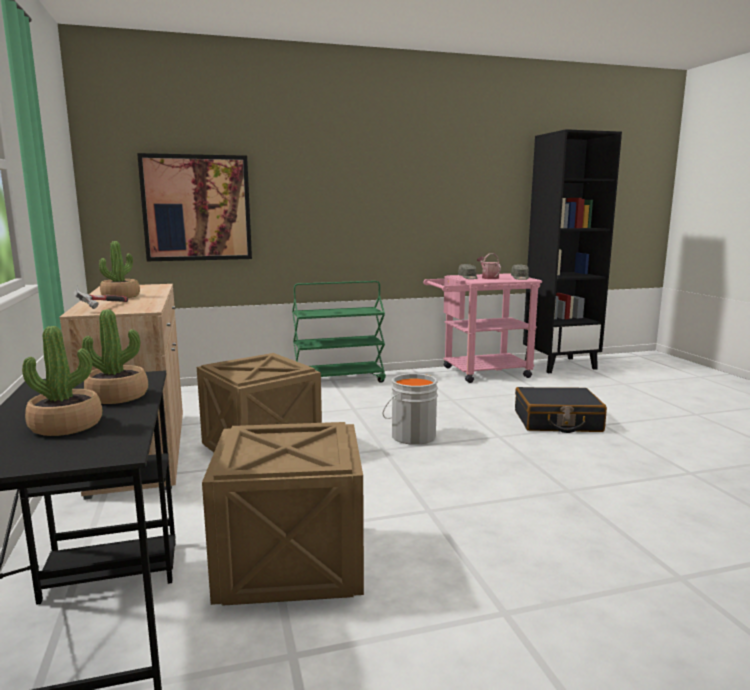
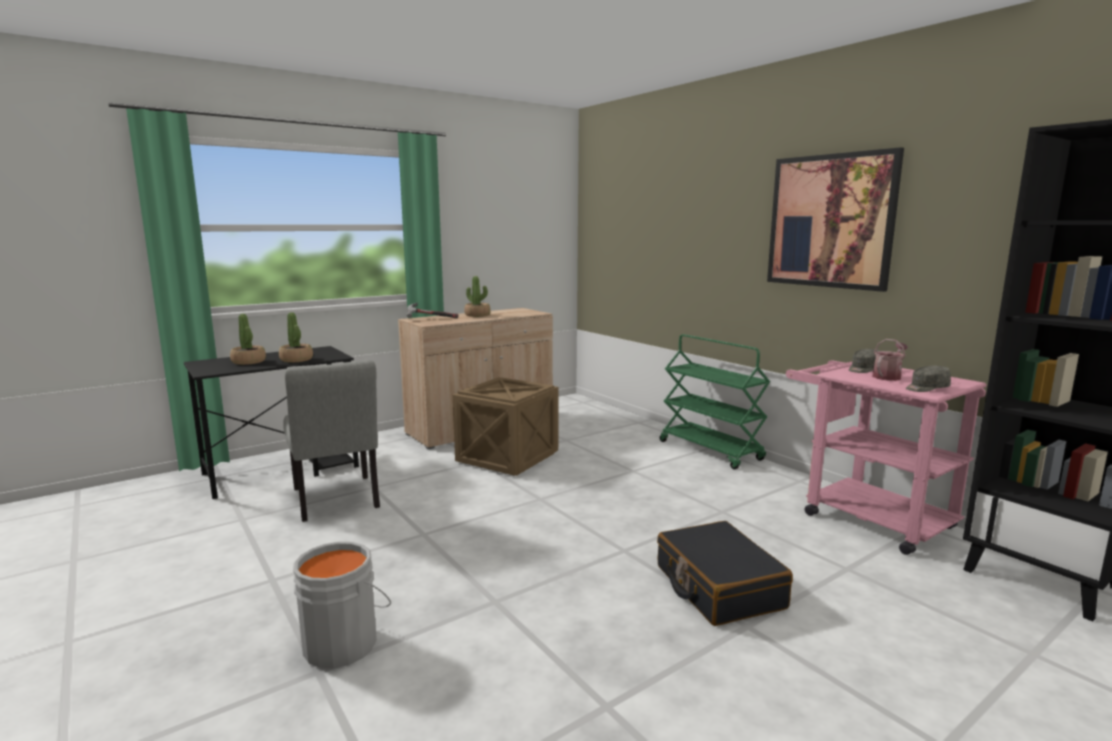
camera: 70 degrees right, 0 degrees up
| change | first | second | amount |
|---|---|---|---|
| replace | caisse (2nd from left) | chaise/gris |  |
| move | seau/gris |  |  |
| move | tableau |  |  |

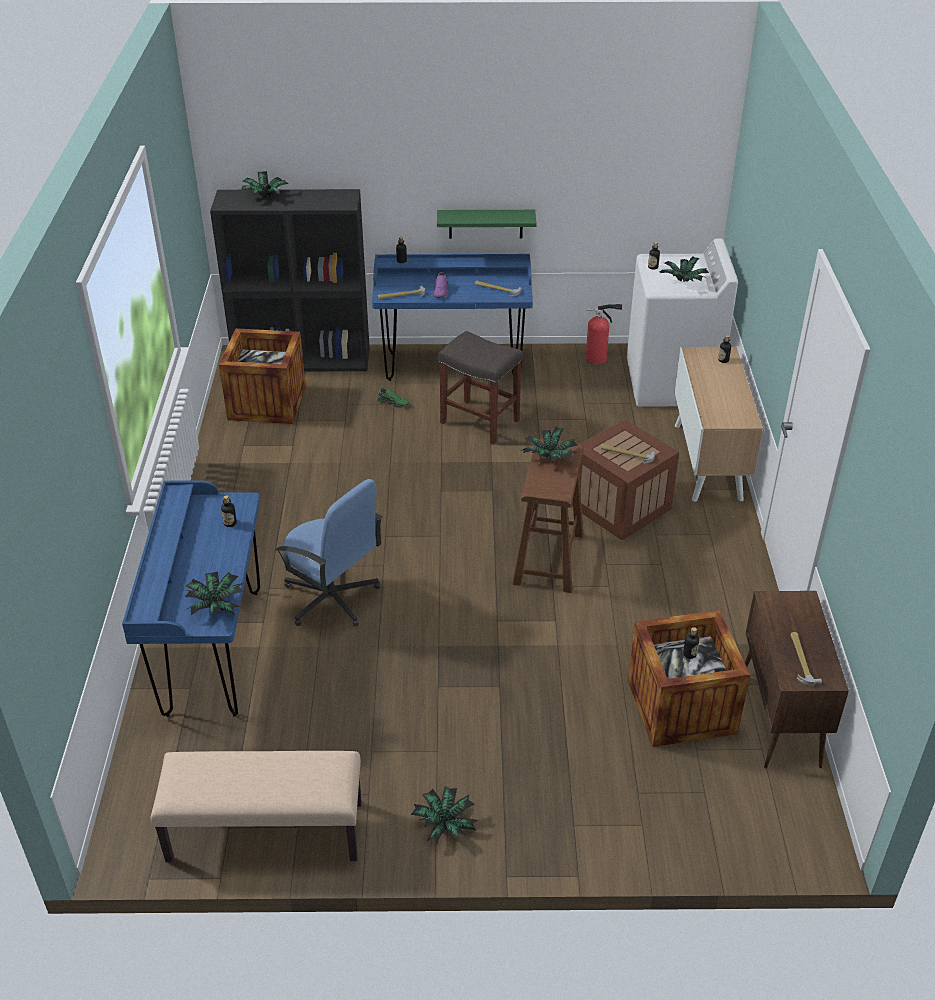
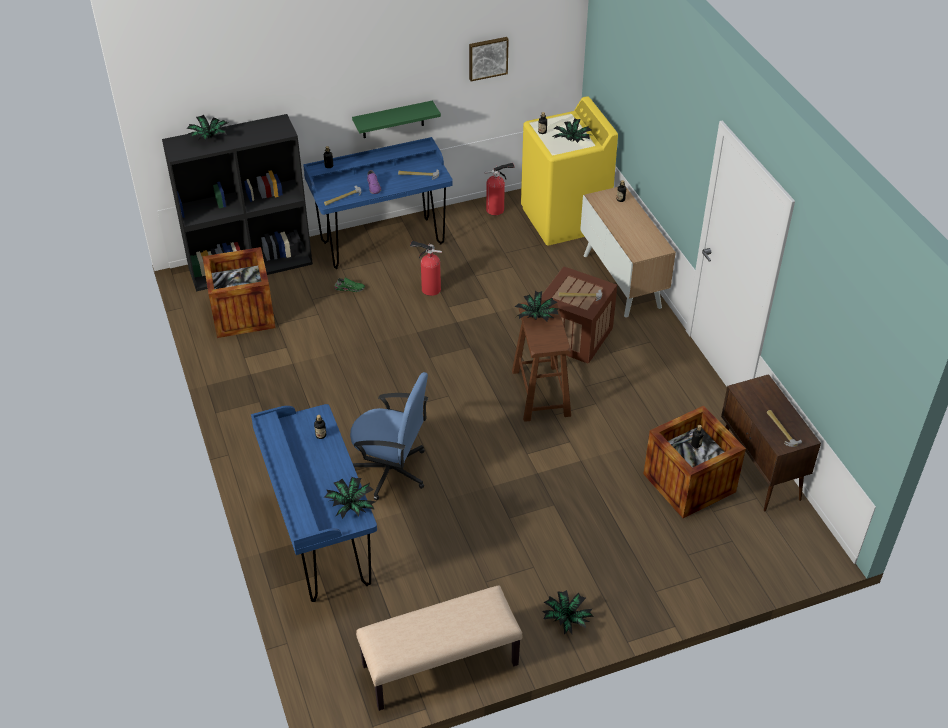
camera: 20 degrees left, 5 degrees up
| change | first | second | amount |
|---|---|---|---|
| replace | tabouret/gris | extincteur (1st from left) |  |
| insert |  | tableau |  |
| recolor | lave-linge/blanc | lave-linge/jaune |  |

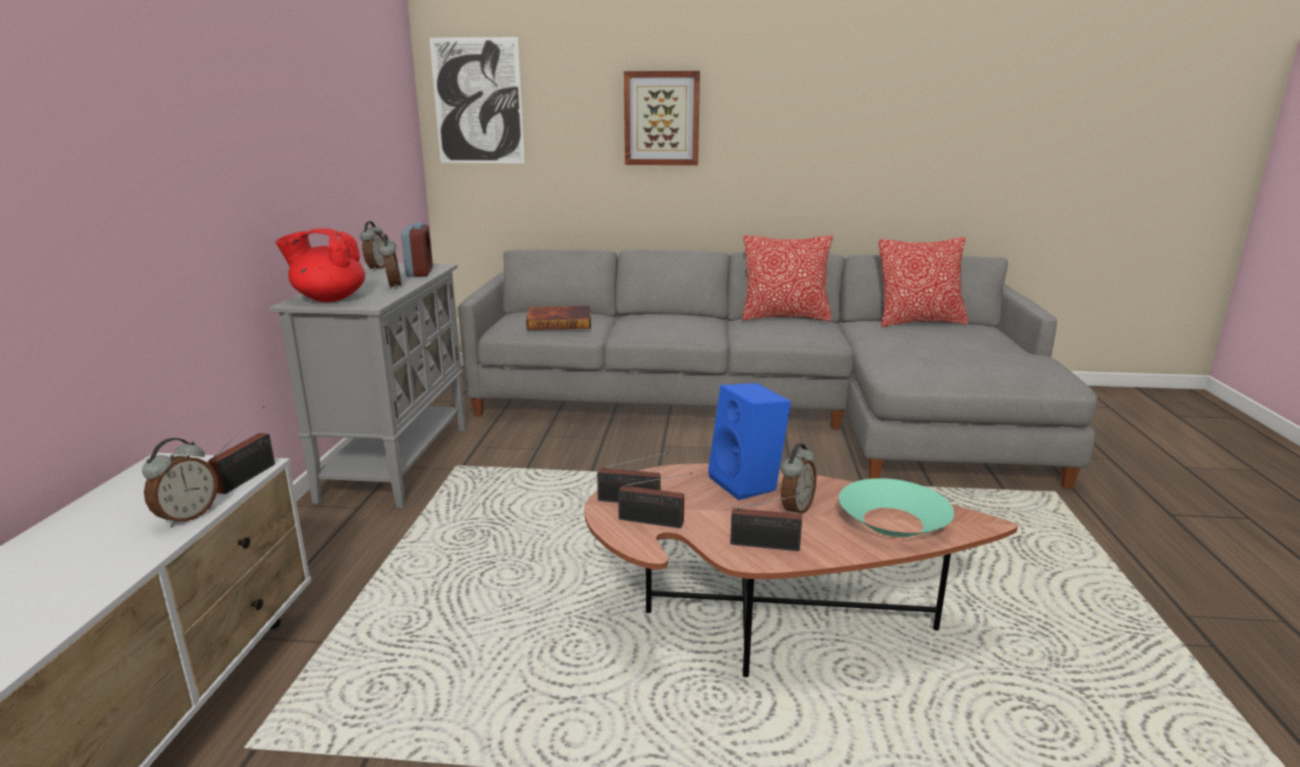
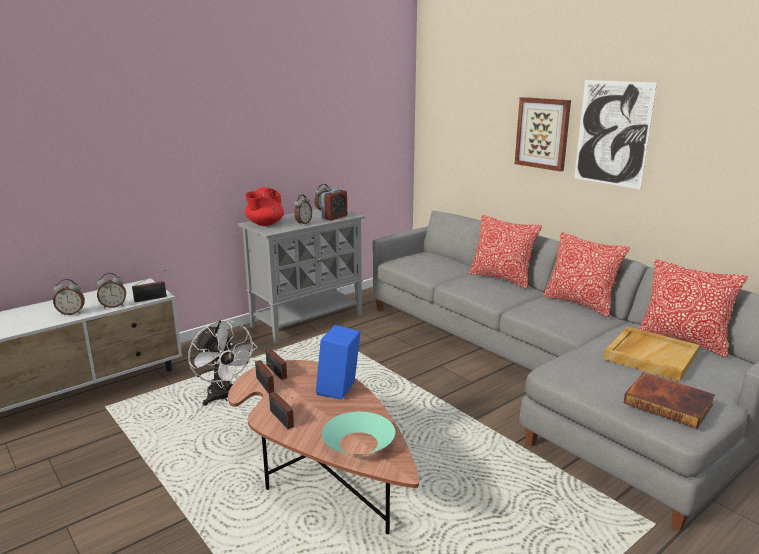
camera: 45 degrees right, 0 degrees up
| change | first | second | amount |
|---|---|---|---|
| move | réveil (5th from left in the first image) | réveil (1st from left) |  |
| insert |  | ventilateur/blanc |  |
| rotate | théière/rouge |  | 105 degrees counterclockwise |
| insert |  | coussin (1st from left) |  |
| move | tableau (1st from left in the first image) | tableau (2nd from left) |  |
| insert |  | plateau/beige |  |
| move | livre |  |  |

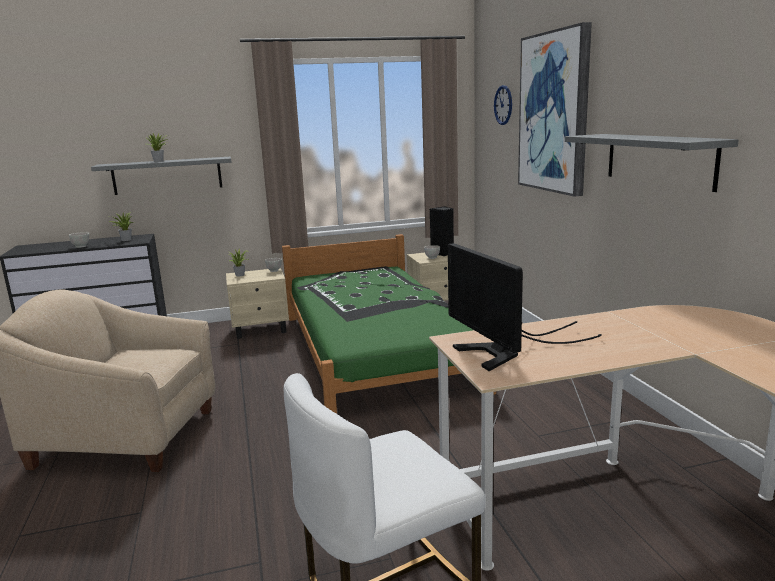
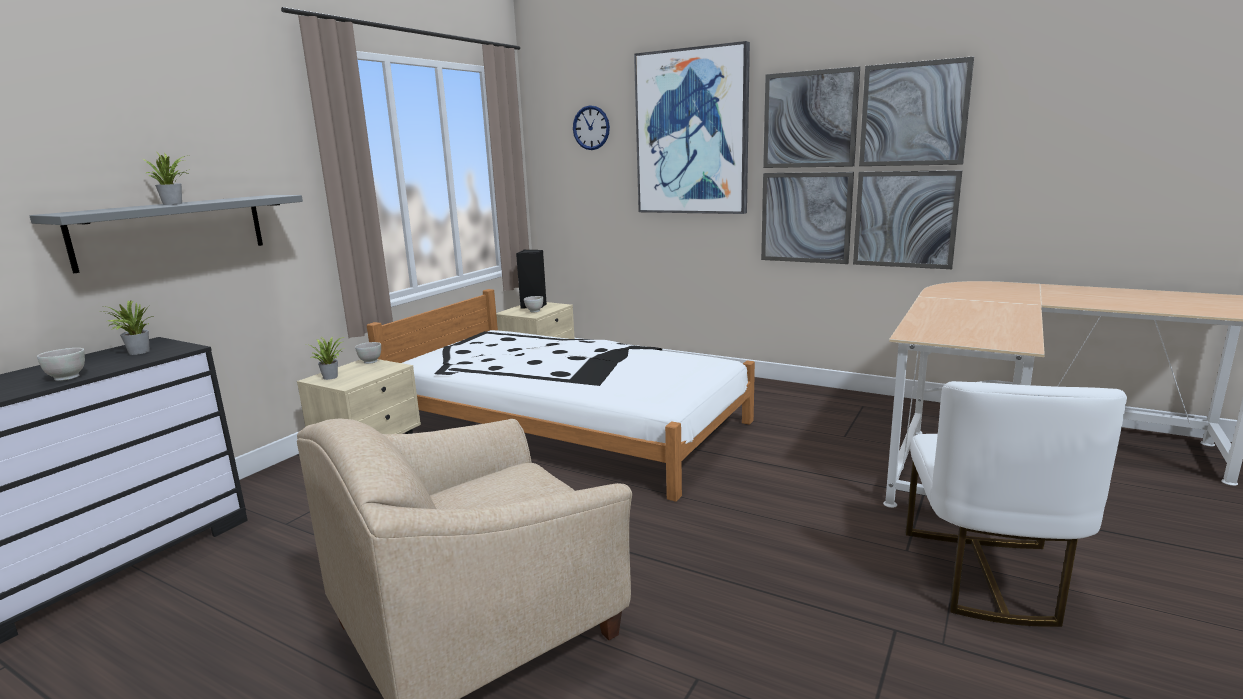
camera: 45 degrees left, 0 degrees up
| change | first | second | amount |
|---|---|---|---|
| recolor | lit/vert | lit/blanc |  |
| replace | étagère/gris (2nd from left) | tableau (2nd from left) |  |
| delete | écran d'ordinateur |  |  |

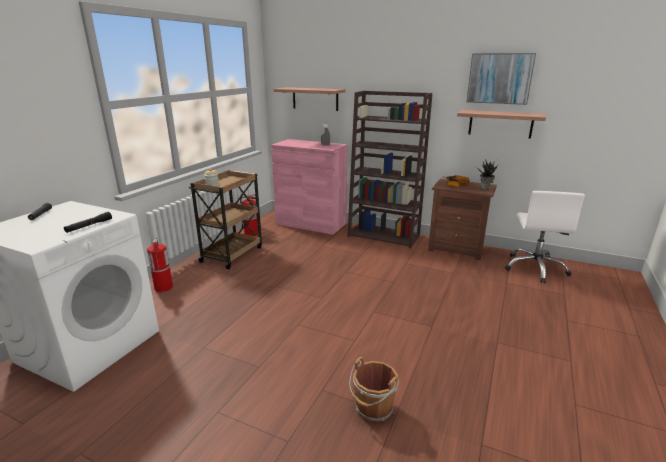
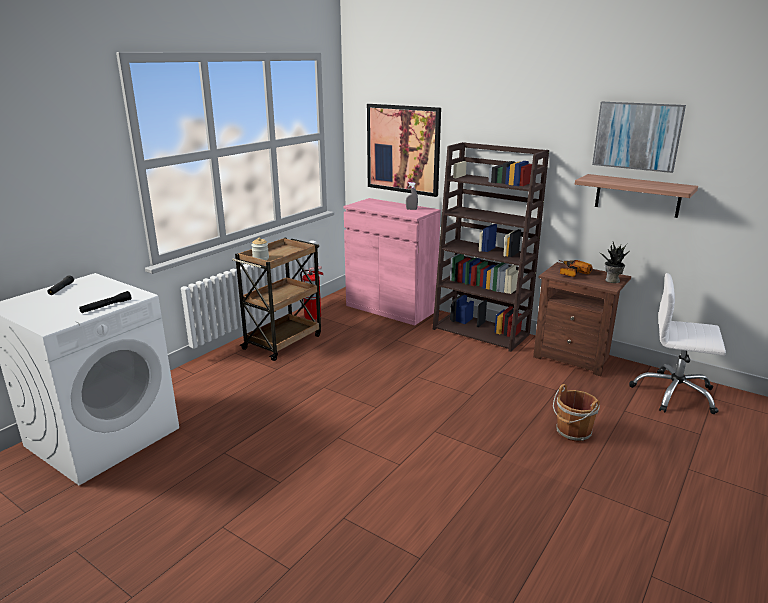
camera: 10 degrees right, 0 degrees up
| change | first | second | amount |
|---|---|---|---|
| replace | étagère (1st from left) | tableau (1st from left) |  |
| move | seau/marron |  |  |
| rotate | chaise de bureau/blanc |  | 90 degrees clockwise |
| delete | extincteur (1st from left) |  |  |

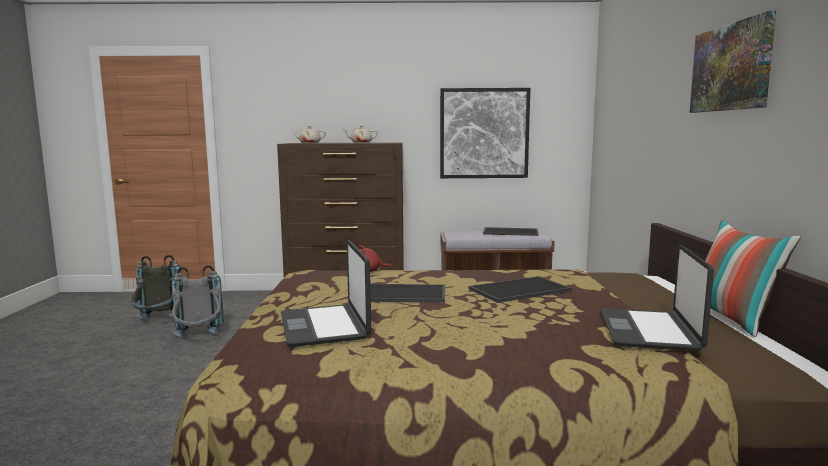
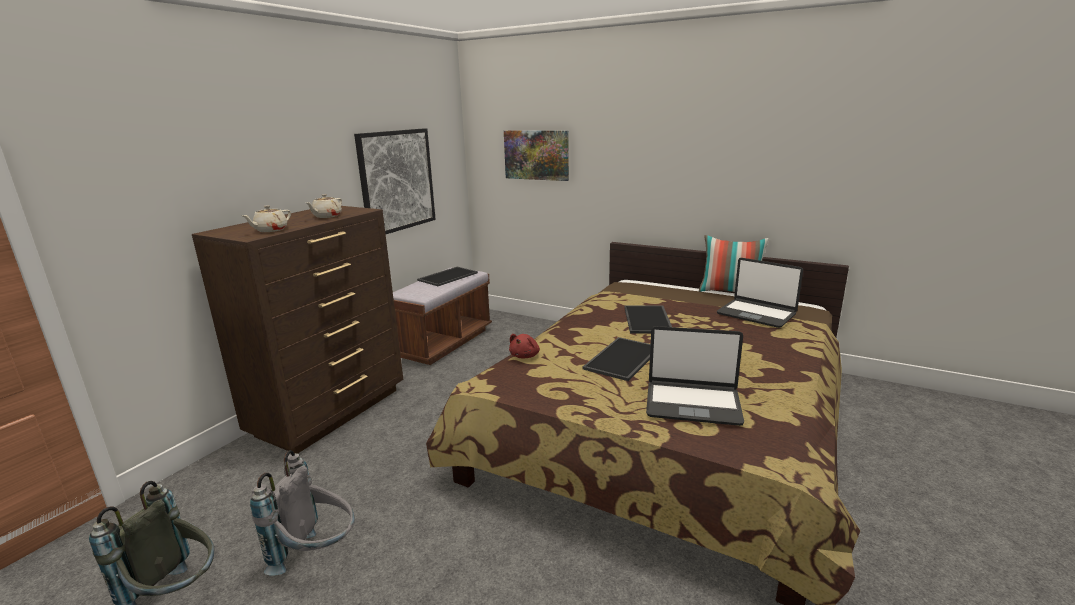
camera: 60 degrees left, 10 degrees up
| change | first | second | amount |
|---|---|---|---|
| move | tableau (2nd from left) |  |  |

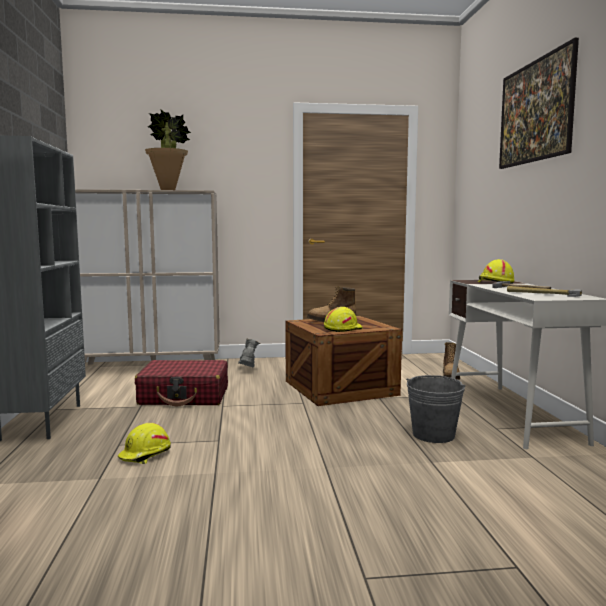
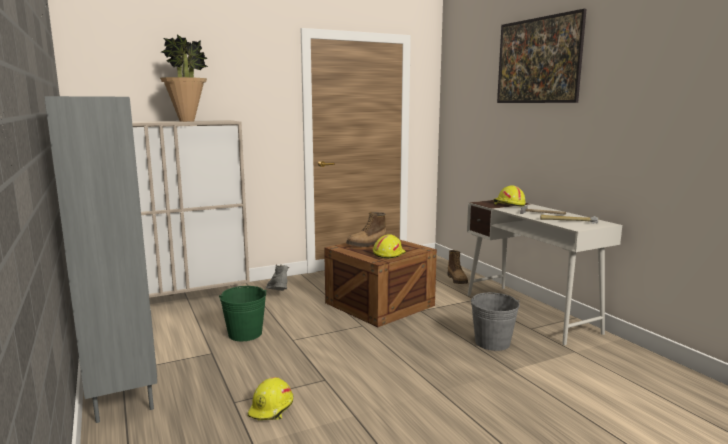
camera: 20 degrees left, 5 degrees up
| change | first | second | amount |
|---|---|---|---|
| replace | valise/rouge | seau/vert |  |

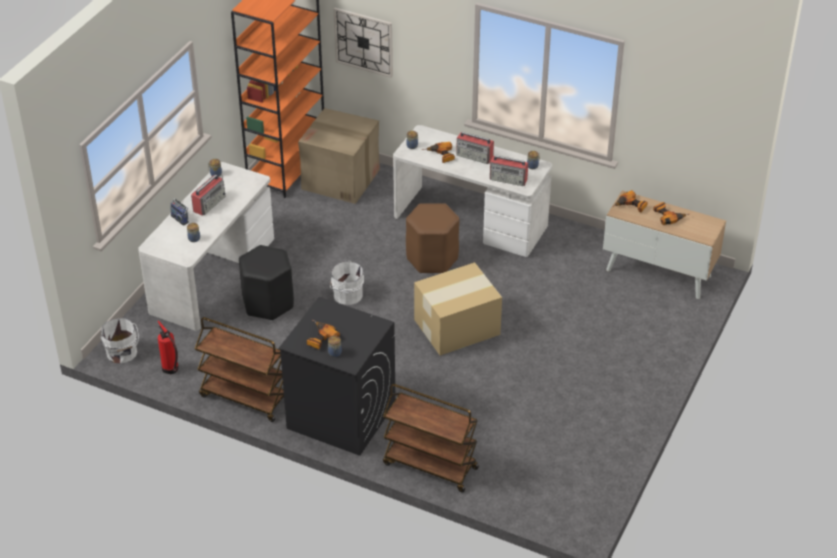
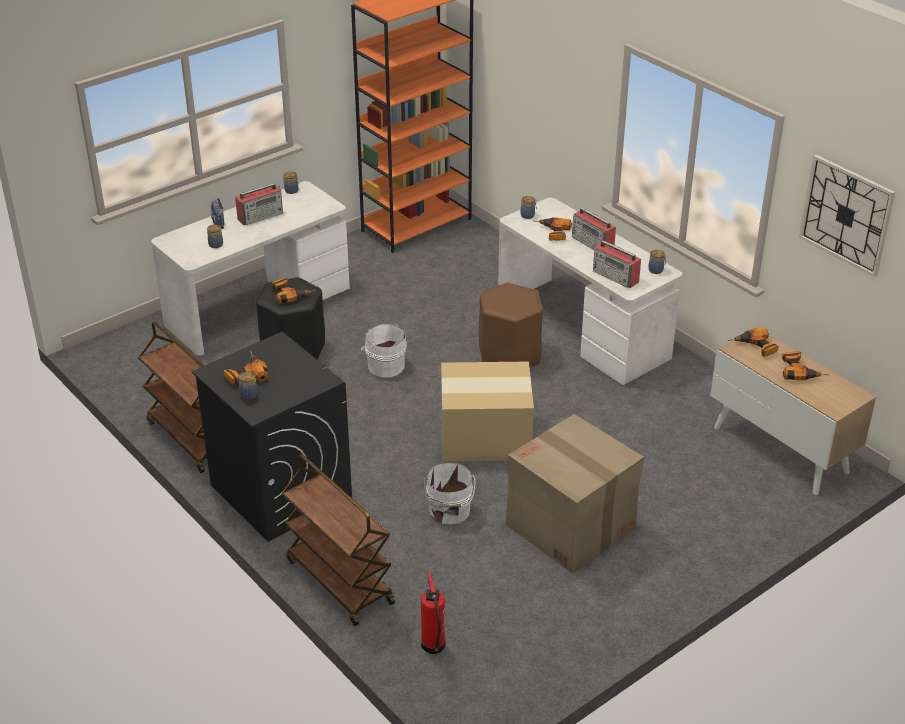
camera: 25 degrees right, 5 degrees down
| change | first | second | amount |
|---|---|---|---|
| insert |  | perceuse (2nd from left) |  |
| move | extincteur |  |  |
| move | seau/blanc (1st from left in the first image) | seau/blanc (2nd from left) |  |
| move | carton (1st from left in the first image) | carton (2nd from left) |  |
| move | horloge murale |  |  |

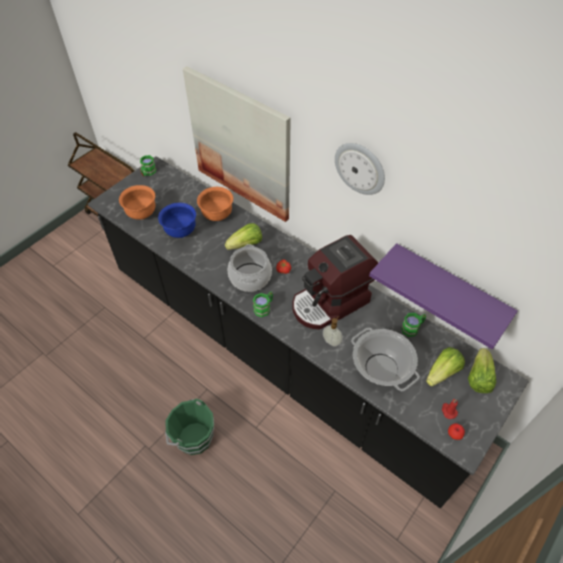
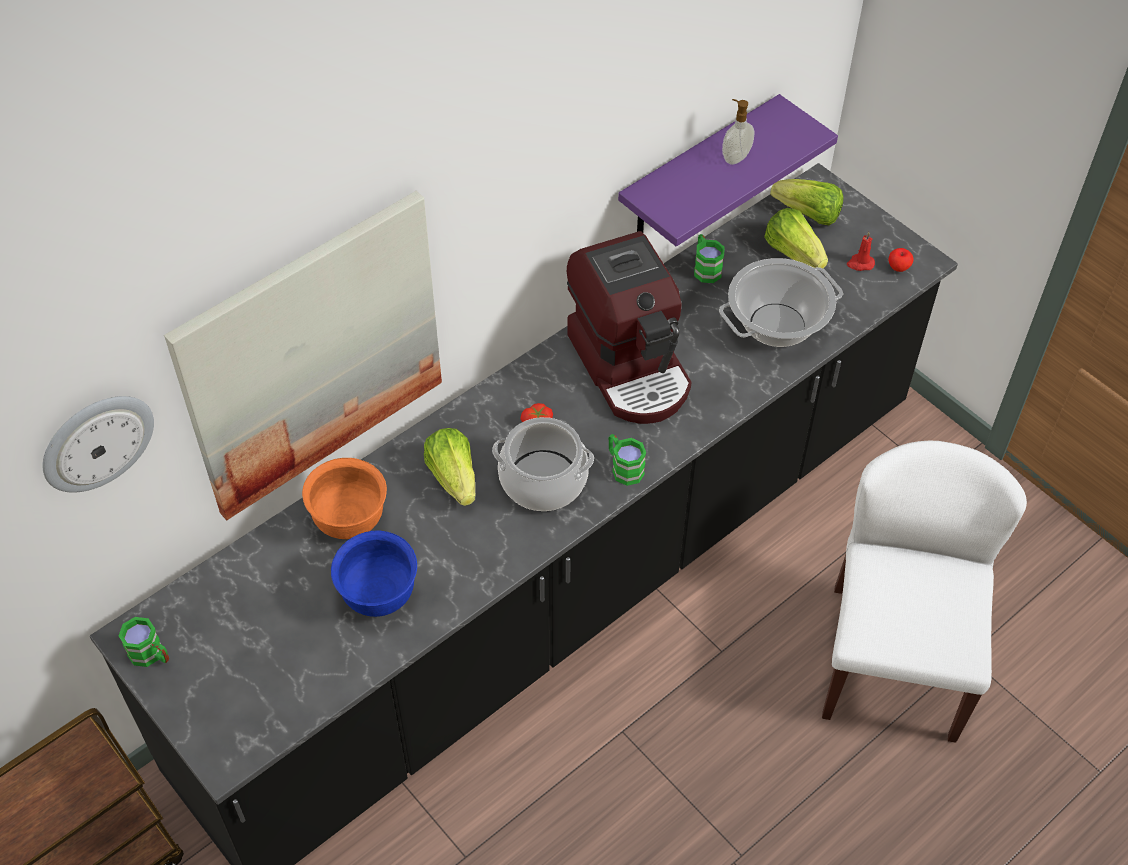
camera: 80 degrees left, 0 degrees up
| change | first | second | amount |
|---|---|---|---|
| move | horloge murale |  |  |
| move | distributeur de savon |  |  |
| insert |  | chaise/blanc |  |
| delete | bol/orange (1st from left) |  |  |
| delete | seau/vert |  |  |

